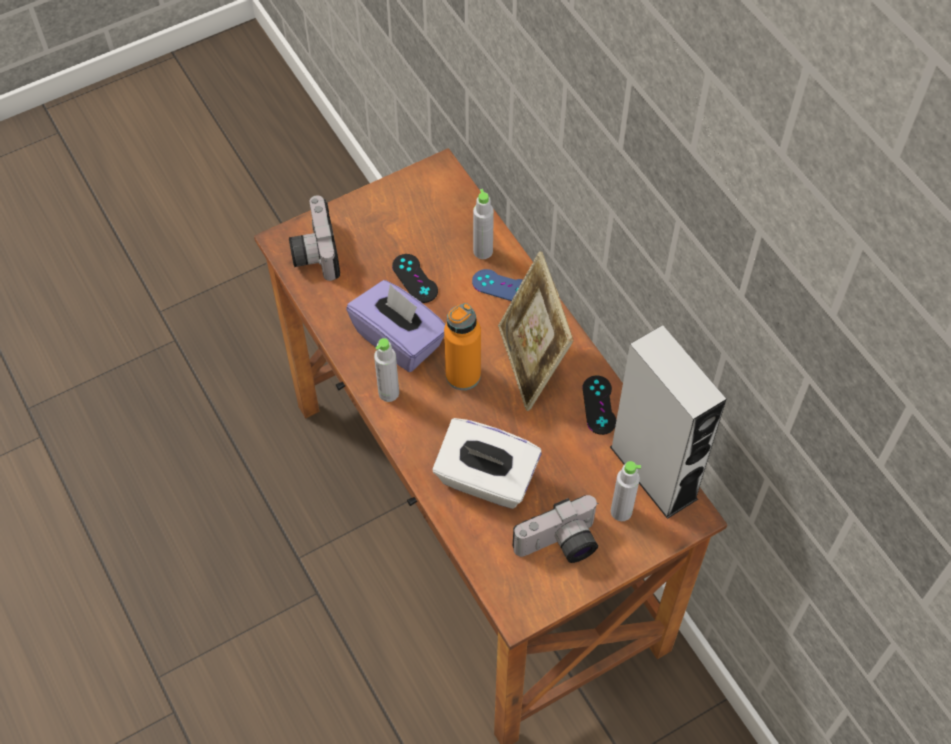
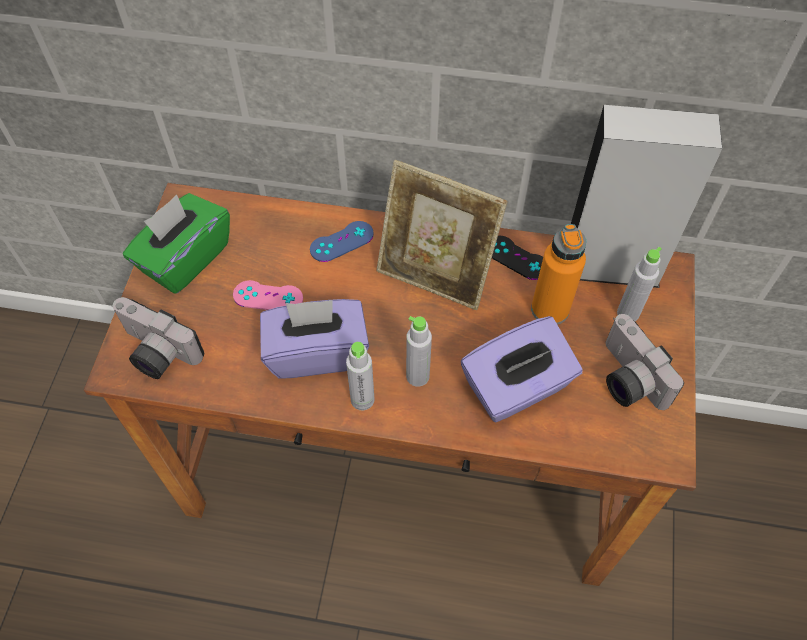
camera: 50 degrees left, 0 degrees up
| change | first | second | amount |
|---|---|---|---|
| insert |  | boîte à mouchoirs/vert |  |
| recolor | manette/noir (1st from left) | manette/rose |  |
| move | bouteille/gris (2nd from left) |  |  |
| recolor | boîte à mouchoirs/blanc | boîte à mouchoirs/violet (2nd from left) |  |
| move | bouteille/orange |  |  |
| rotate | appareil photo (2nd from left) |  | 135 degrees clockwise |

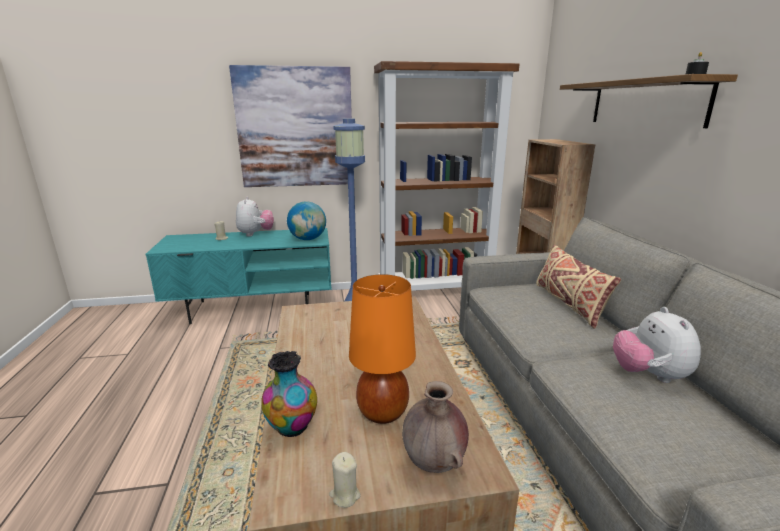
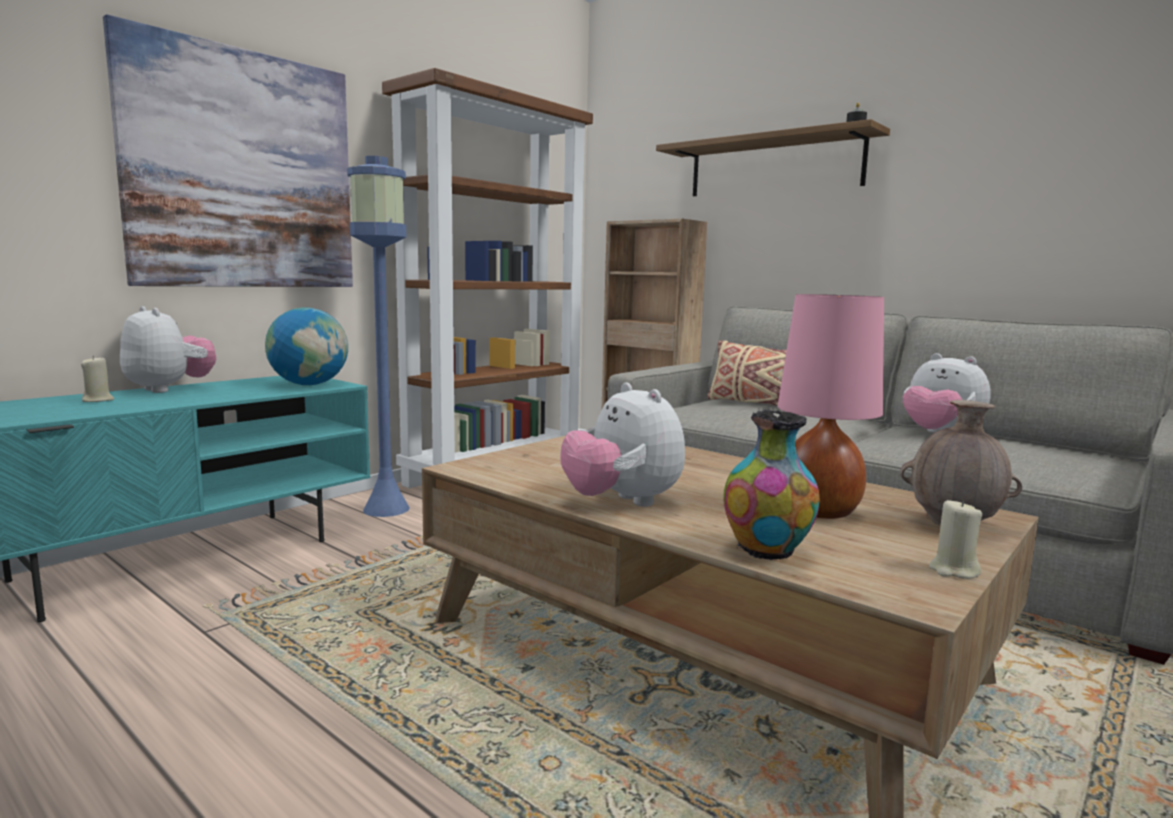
camera: 40 degrees left, 10 degrees down
| change | first | second | amount |
|---|---|---|---|
| insert |  | peluche (2nd from left) |  |
| recolor | lampe de table/orange | lampe de table/rose |  |

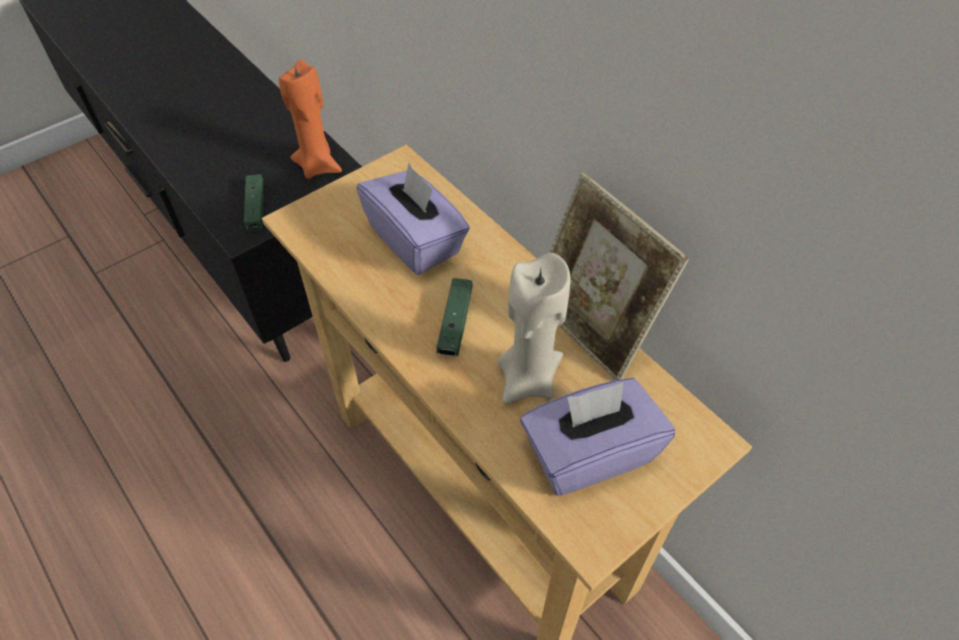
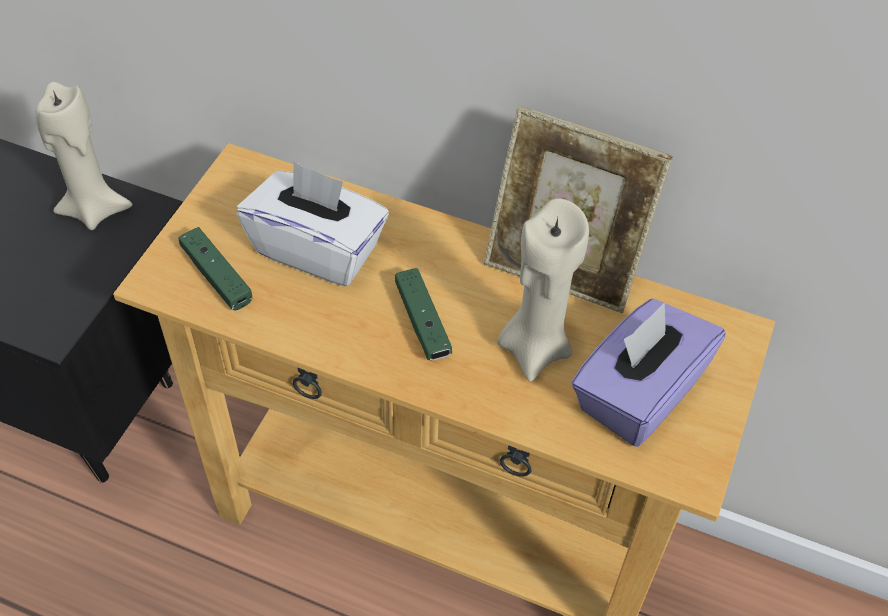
camera: 30 degrees left, 0 degrees up
| change | first | second | amount |
|---|---|---|---|
| recolor | bougie/orange | bougie/beige (1st from left) |  |
| move | manette/vert (1st from left) |  |  |
| recolor | boîte à mouchoirs/violet (1st from left) | boîte à mouchoirs/blanc |  |

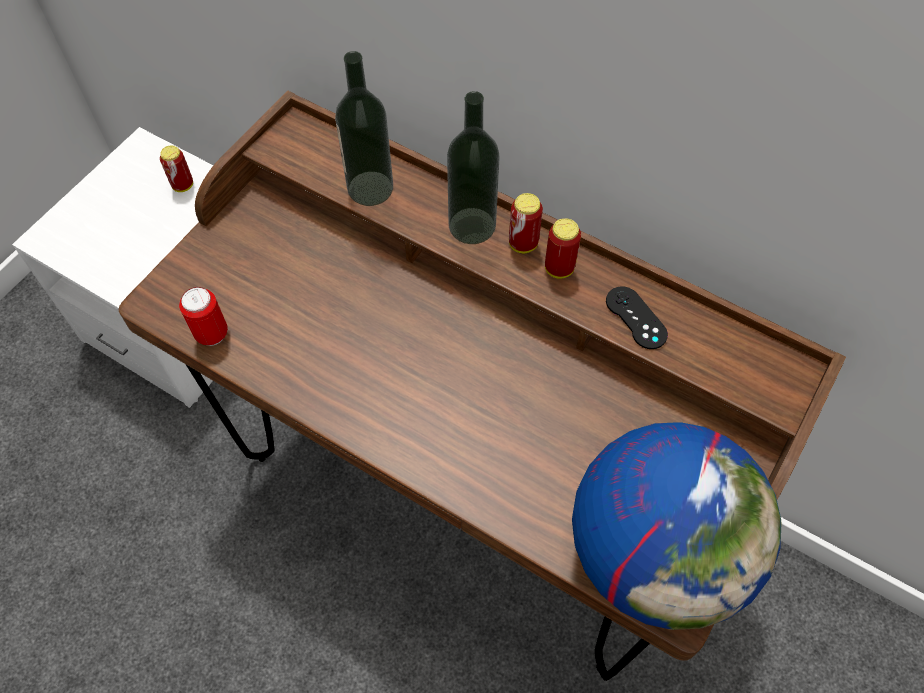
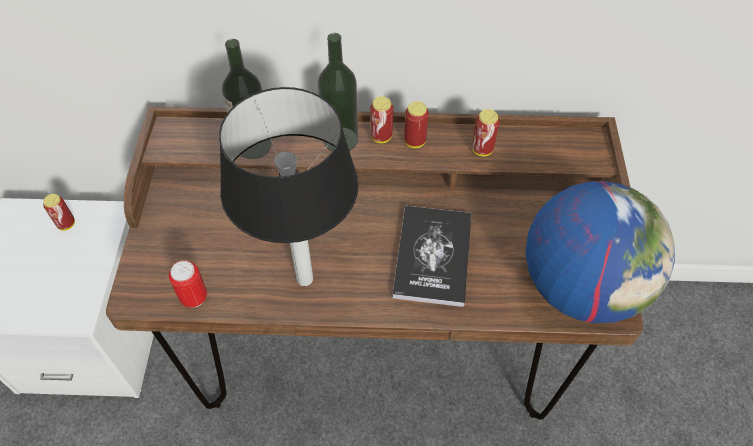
camera: 30 degrees left, 5 degrees down
| change | first | second | amount |
|---|---|---|---|
| insert |  | lampe de table |  |
| insert |  | livre |  |
| replace | manette/noir | boîte métallique (5th from left) |  |

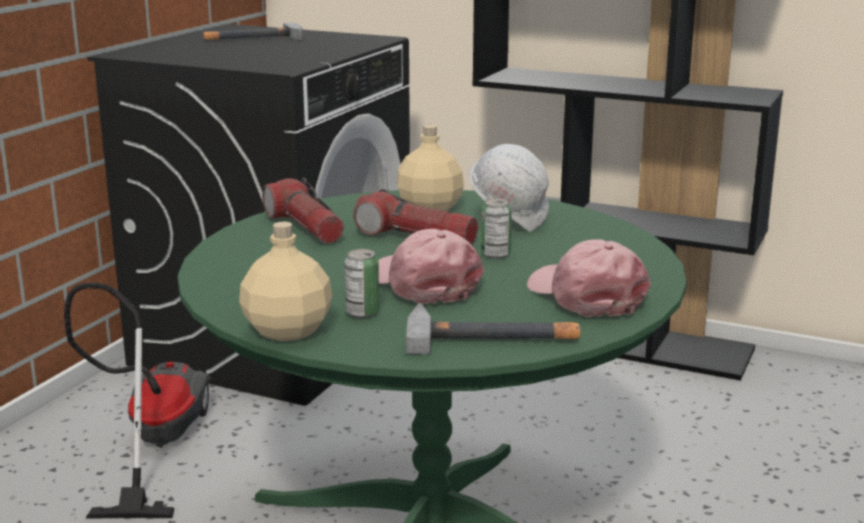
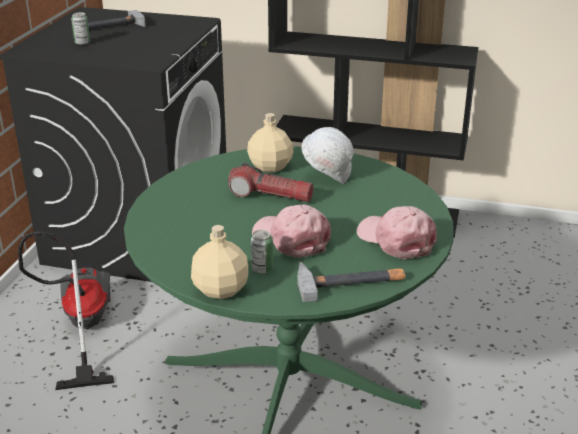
camera: 10 degrees left, 10 degrees up
| change | first | second | amount |
|---|---|---|---|
| move | boîte métallique (2nd from left in the first image) | boîte métallique (1st from left) |  |
| delete | lampe de poche (1st from left) |  |  |

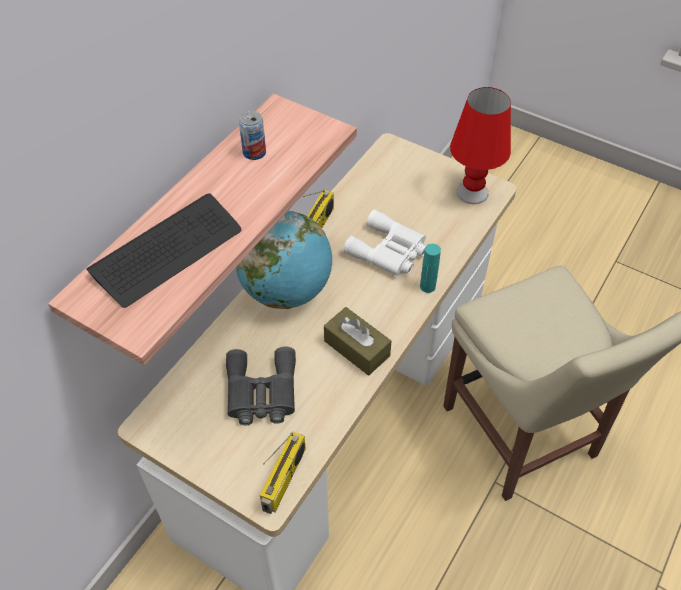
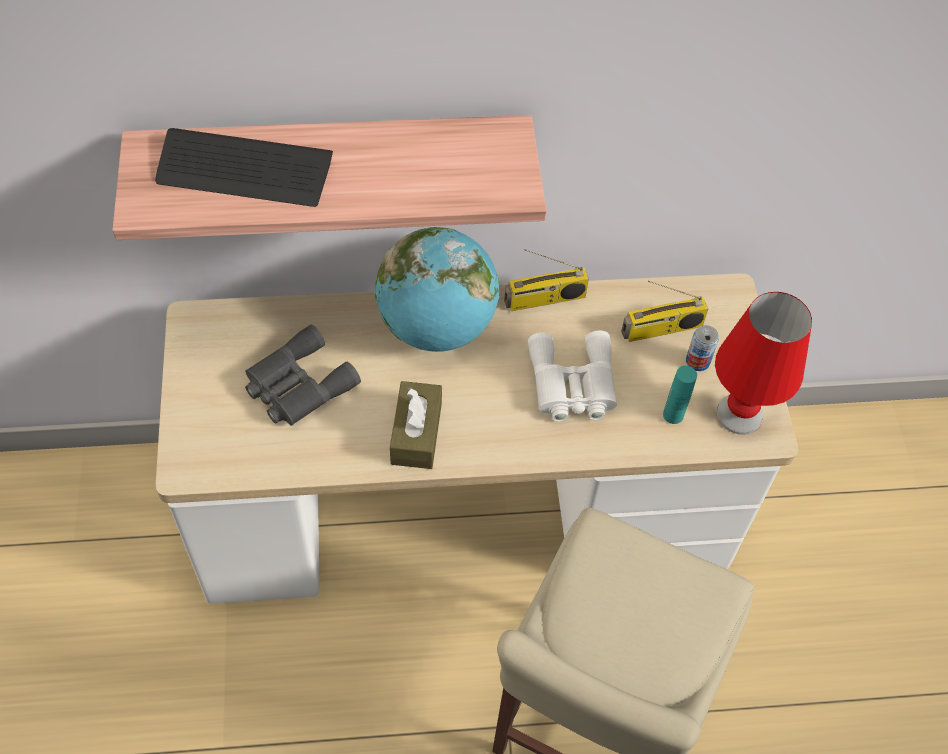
camera: 50 degrees right, 5 degrees up
| change | first | second | amount |
|---|---|---|---|
| move | radio (1st from left in the first image) | radio (2nd from left) |  |
| move | bouteille/turquoise |  |  |
| move | boîte métallique |  |  |

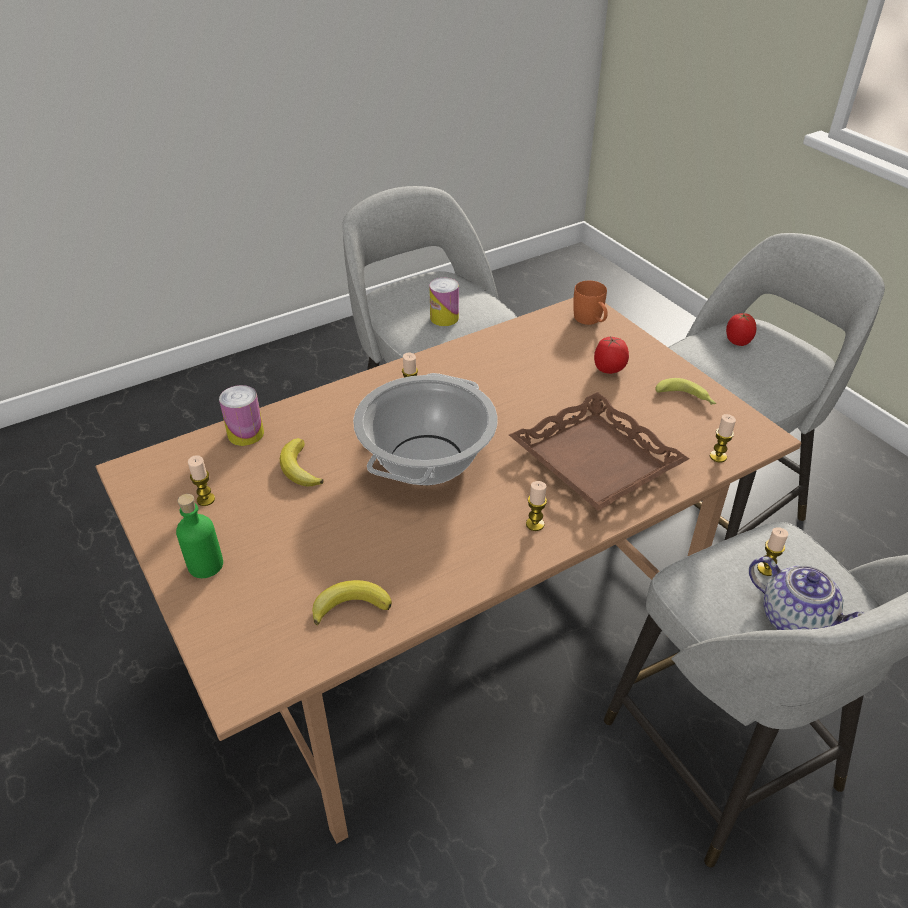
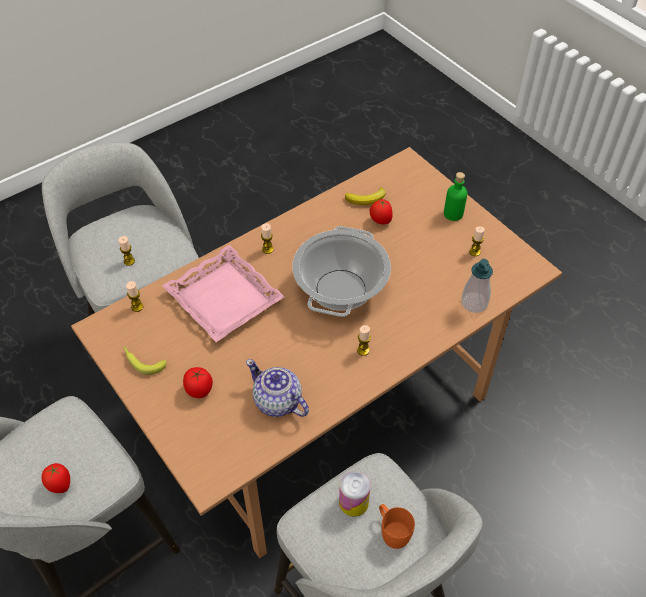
camera: 175 degrees right, 10 degrees up
| change | first | second | amount |
|---|---|---|---|
| recolor | plateau/marron | plateau/rose |  |
| move | théière |  |  |
| insert |  | tomate (3rd from left) |  |
| move | mug/orange |  |  |
| replace | boîte métallique (1st from left) | distributeur de savon |  |
| delete | banane (1st from left) |  |  |

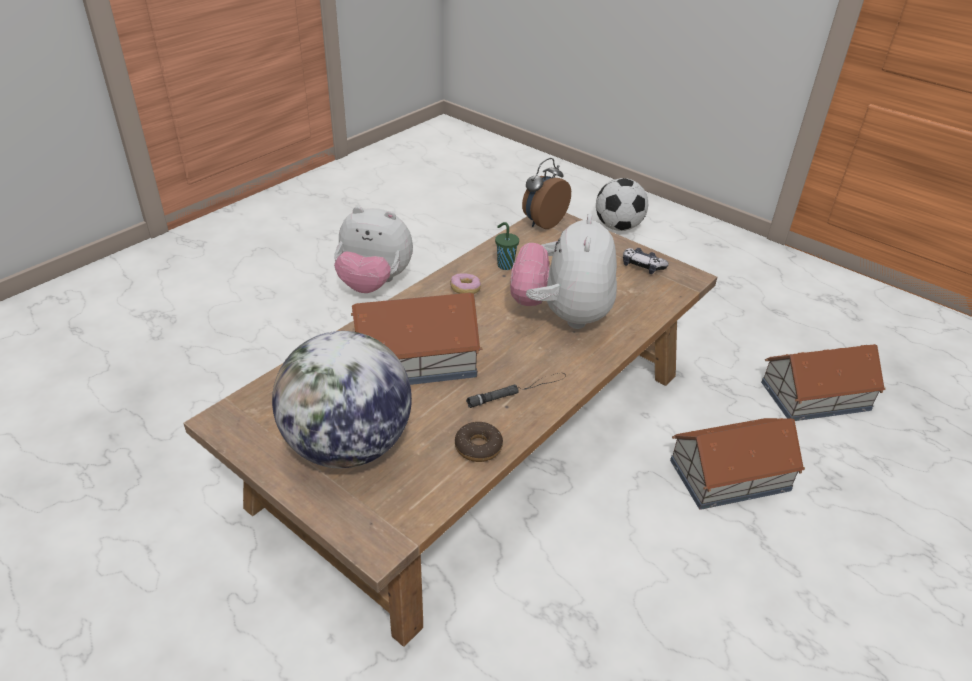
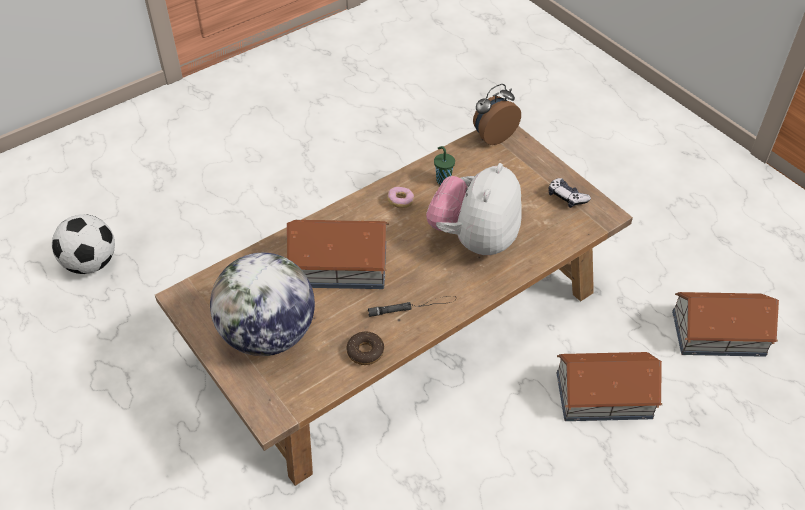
camera: 15 degrees right, 10 degrees up
| change | first | second | amount |
|---|---|---|---|
| move | ballon de foot |  |  |
| delete | peluche (1st from left) |  |  |

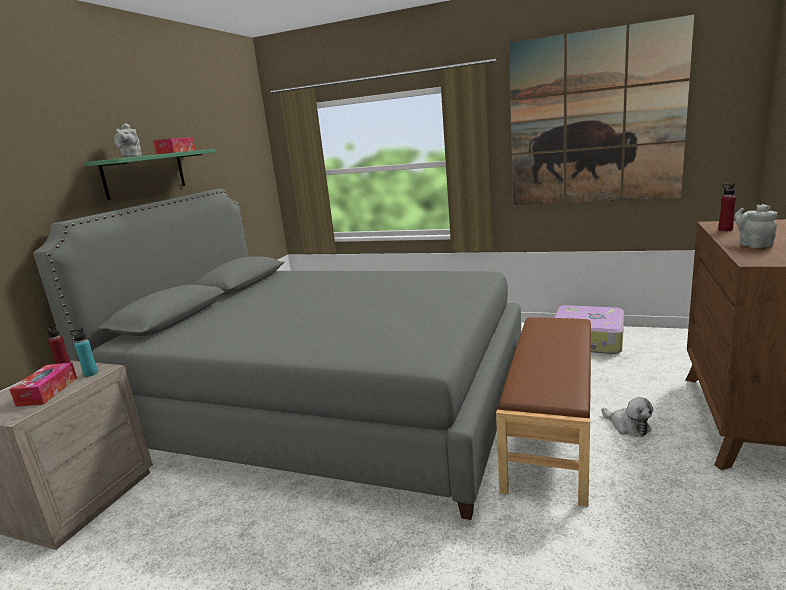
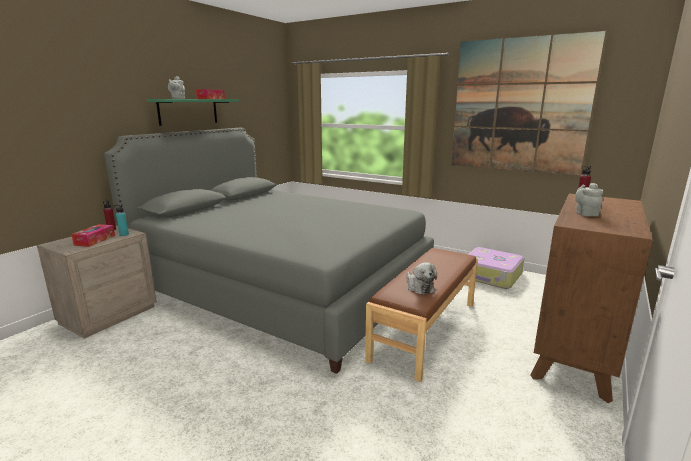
camera: 10 degrees right, 0 degrees up
| change | first | second | amount |
|---|---|---|---|
| move | peluche |  |  |

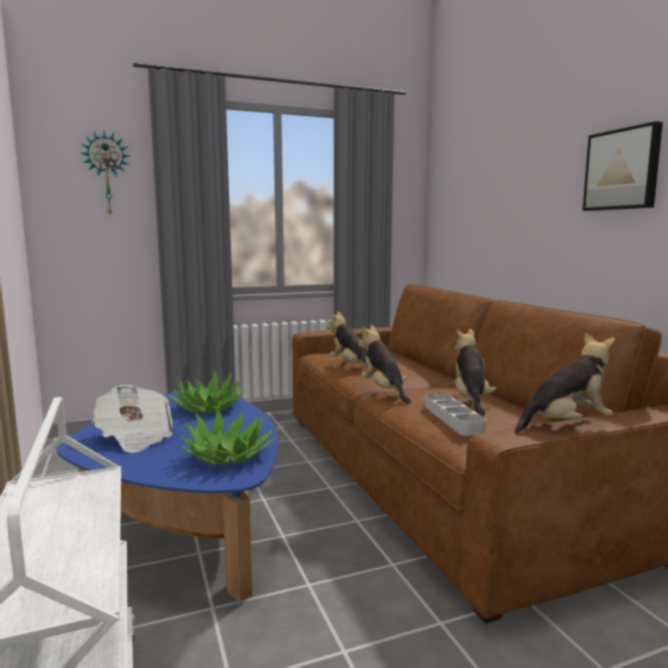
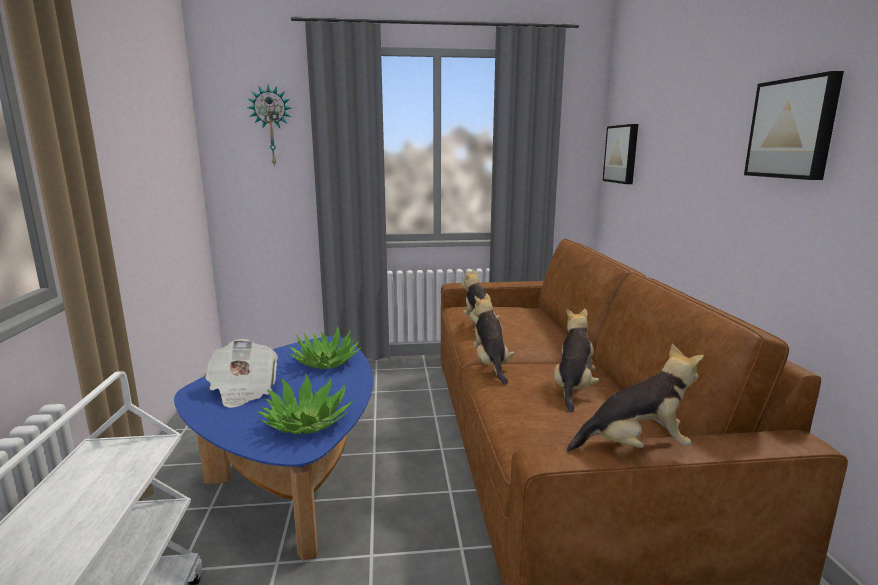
camera: 15 degrees right, 5 degrees up
| change | first | second | amount |
|---|---|---|---|
| insert |  | tableau (1st from left) |  |
| delete | plateau/gris |  |  |

